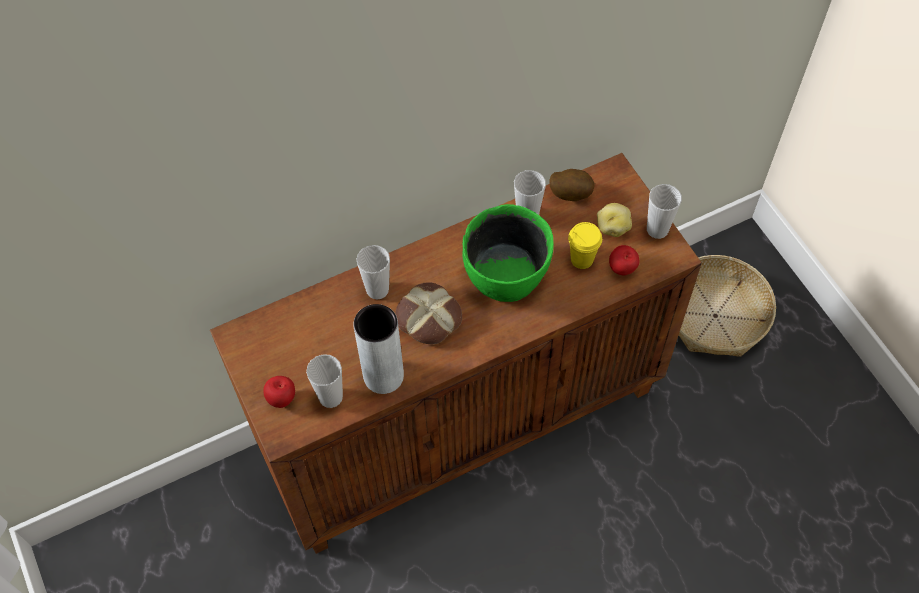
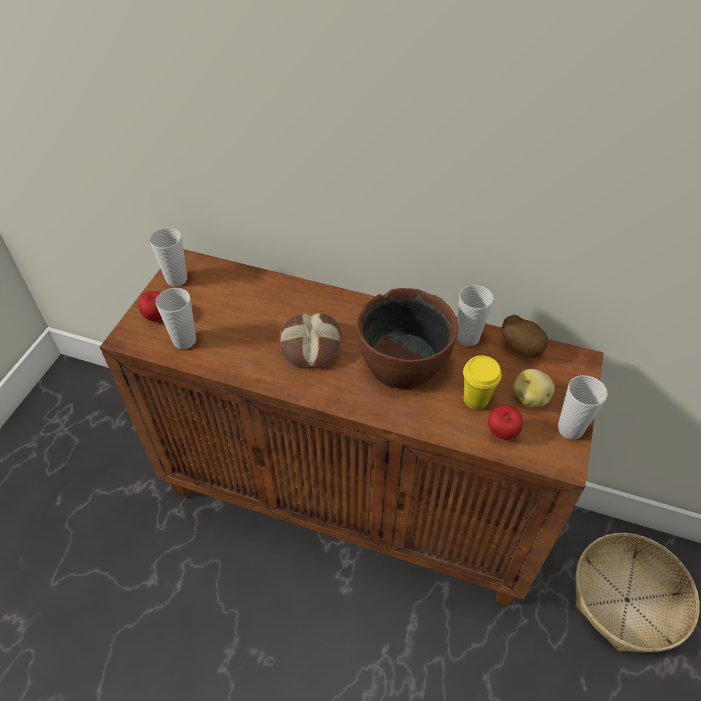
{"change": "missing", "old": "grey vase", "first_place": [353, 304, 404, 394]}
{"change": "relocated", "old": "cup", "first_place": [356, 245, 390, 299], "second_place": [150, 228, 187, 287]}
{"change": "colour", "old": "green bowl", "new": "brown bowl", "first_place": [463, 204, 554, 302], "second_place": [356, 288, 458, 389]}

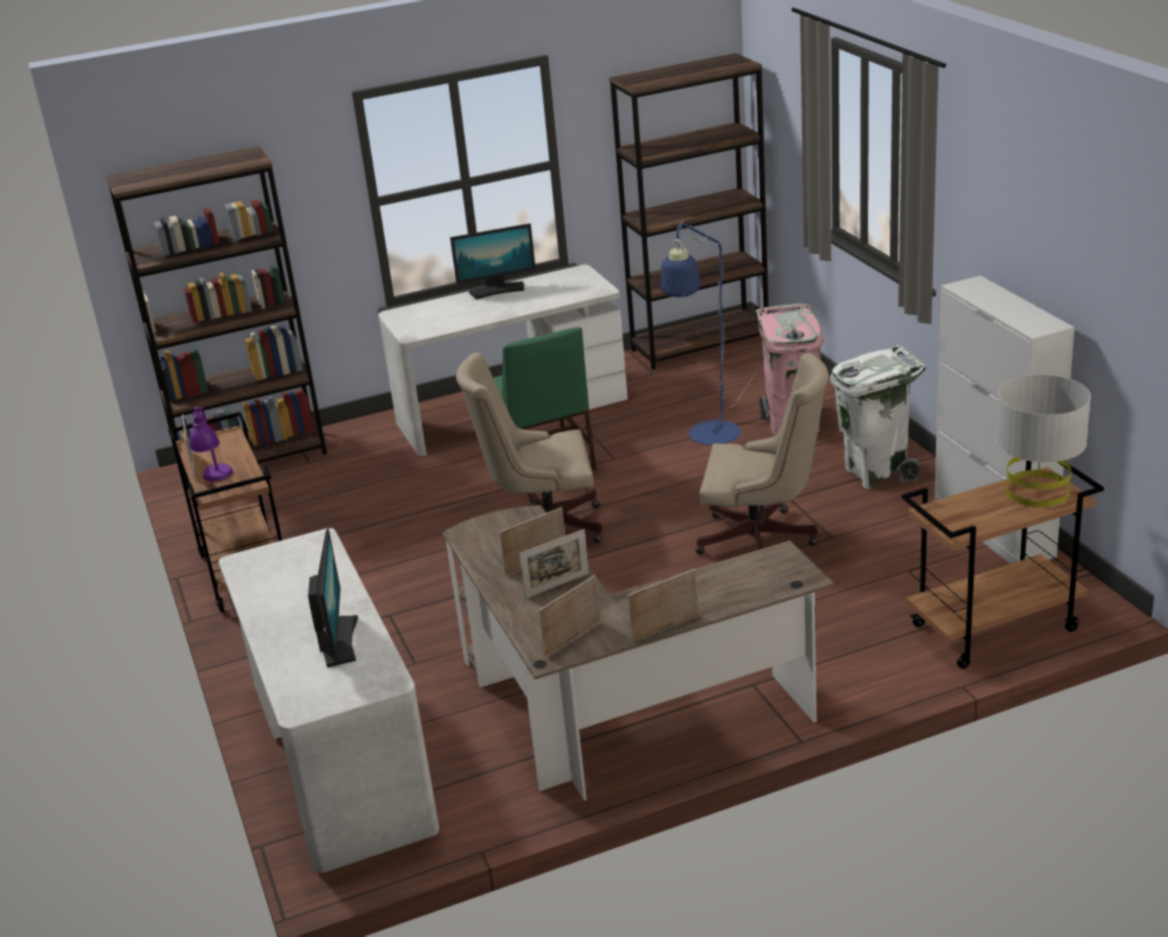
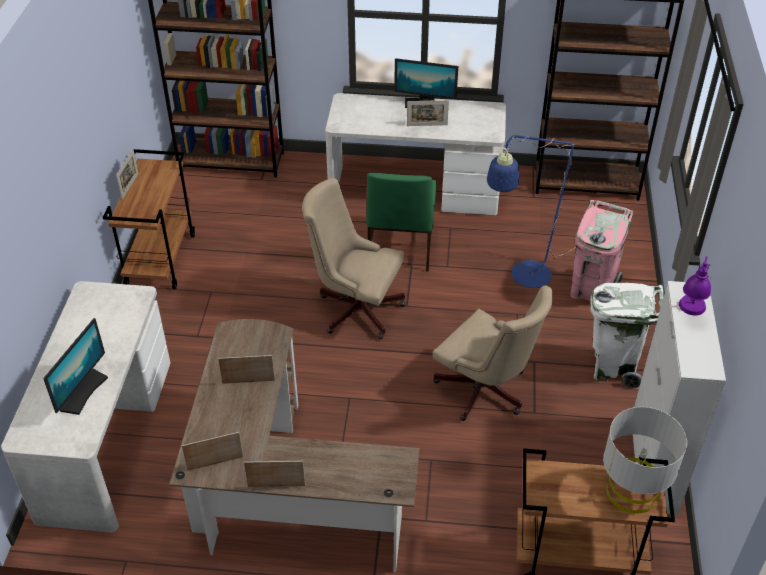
{"change": "relocated", "old": "purple table lamp", "first_place": [189, 407, 233, 482], "second_place": [679, 256, 711, 315]}
{"change": "relocated", "old": "picture frame", "first_place": [519, 529, 589, 599], "second_place": [407, 100, 449, 126]}

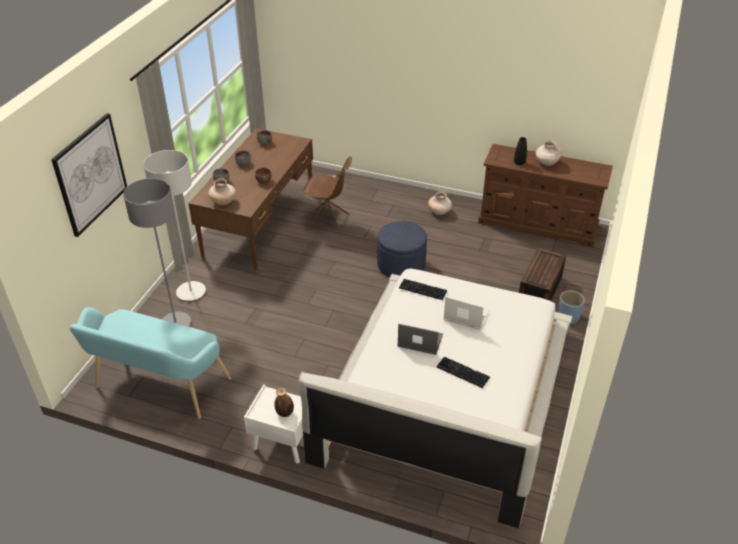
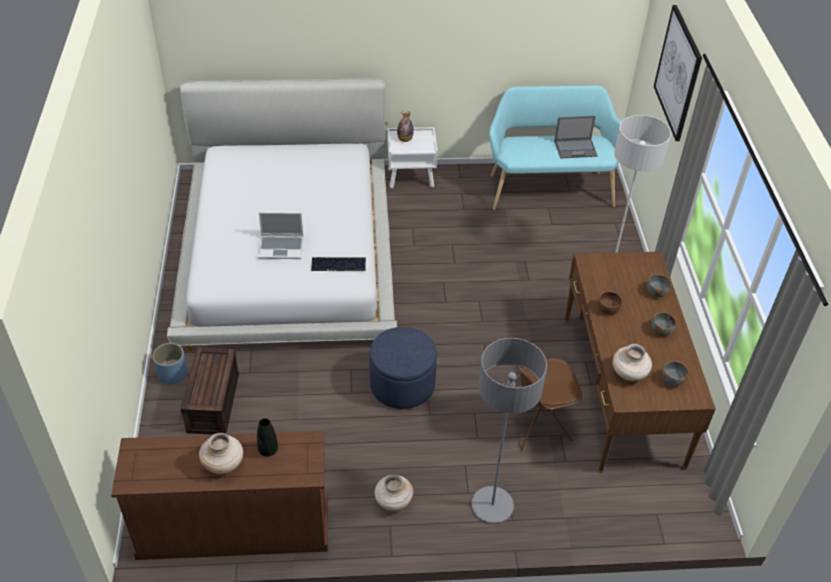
{"change": "missing", "old": "keyboard", "first_place": [437, 357, 490, 388]}
{"change": "relocated", "old": "grey floor lamp", "first_place": [123, 178, 191, 327], "second_place": [472, 338, 547, 523]}
{"change": "relocated", "old": "beige vase", "first_place": [208, 178, 236, 205], "second_place": [612, 344, 652, 381]}
{"change": "relocated", "old": "laptop", "first_place": [398, 324, 443, 355], "second_place": [554, 116, 598, 159]}

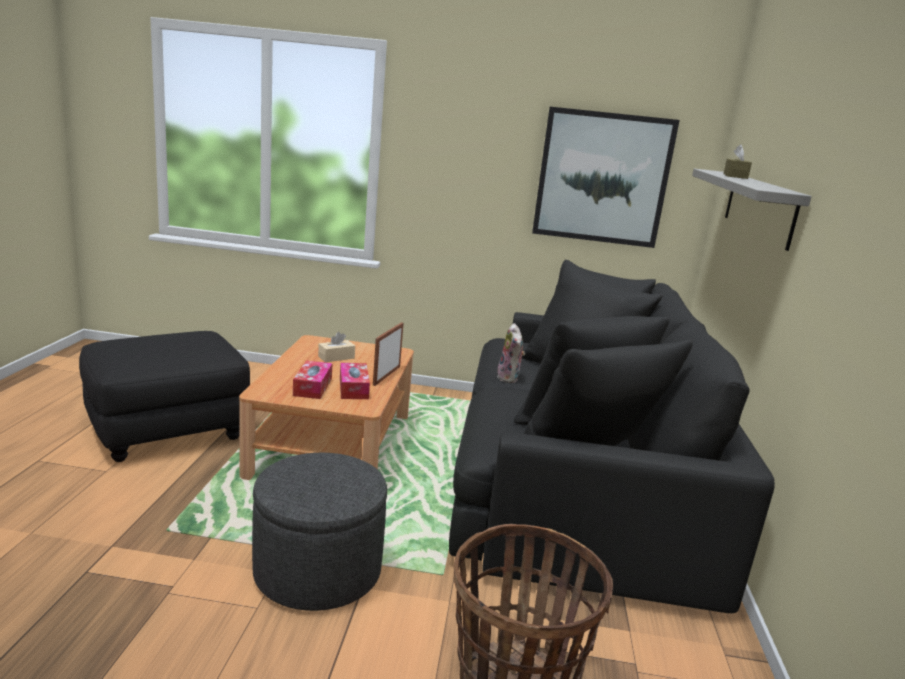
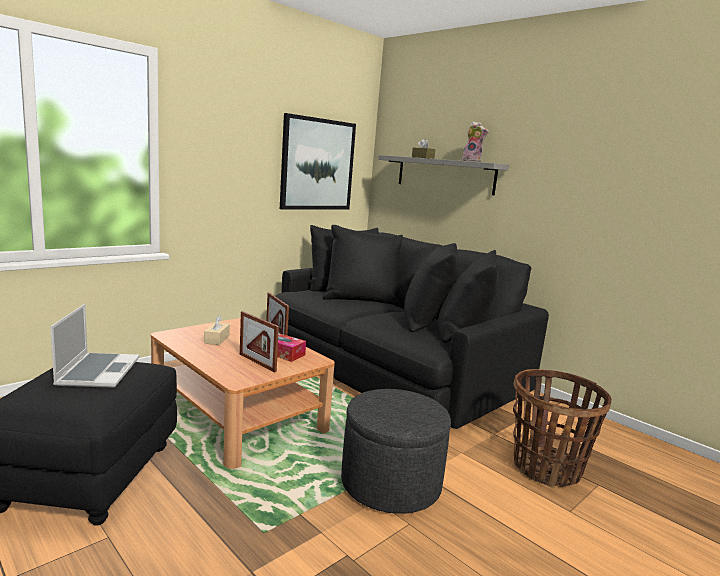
{"change": "appeared", "new": "laptop", "second_place": [50, 304, 140, 388]}
{"change": "relocated", "old": "plush toy", "first_place": [497, 323, 525, 383], "second_place": [462, 121, 489, 162]}
{"change": "exchanged", "old": "tissue box", "new": "picture frame", "first_place": [293, 360, 333, 399], "second_place": [240, 311, 279, 372]}

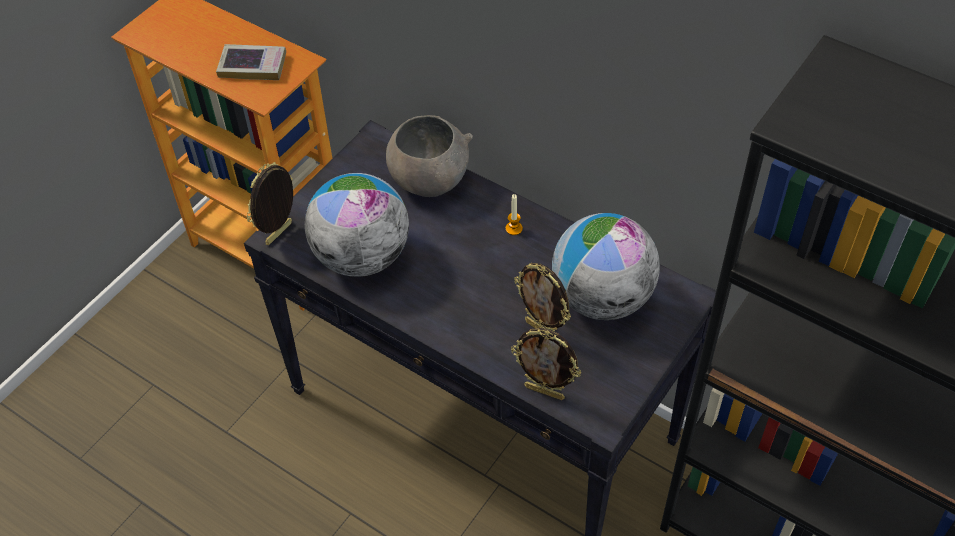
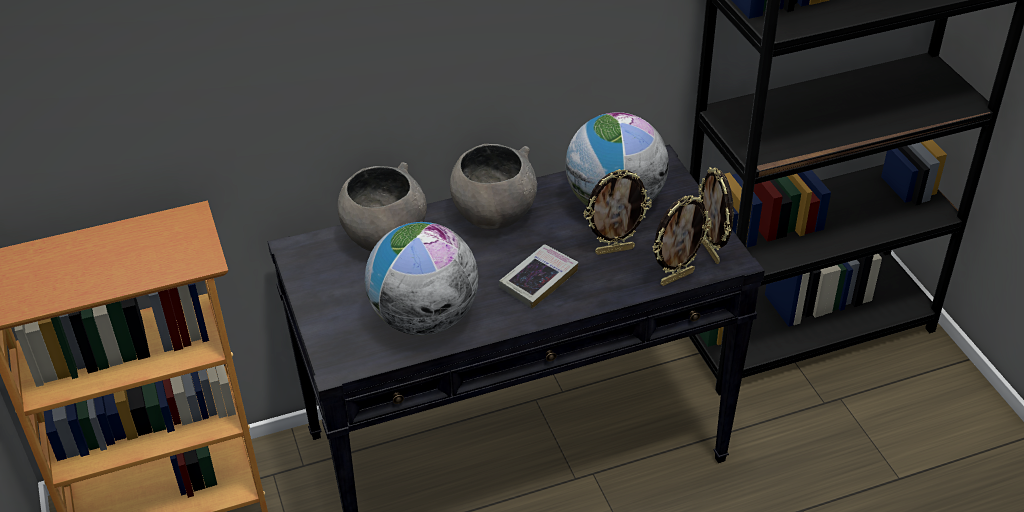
{"change": "relocated", "old": "book", "first_place": [216, 44, 286, 80], "second_place": [499, 244, 579, 309]}
{"change": "relocated", "old": "picture frame", "first_place": [247, 162, 293, 245], "second_place": [698, 167, 734, 264]}
{"change": "exchanged", "old": "candle", "new": "grey bowl", "first_place": [505, 194, 523, 235], "second_place": [450, 144, 537, 230]}

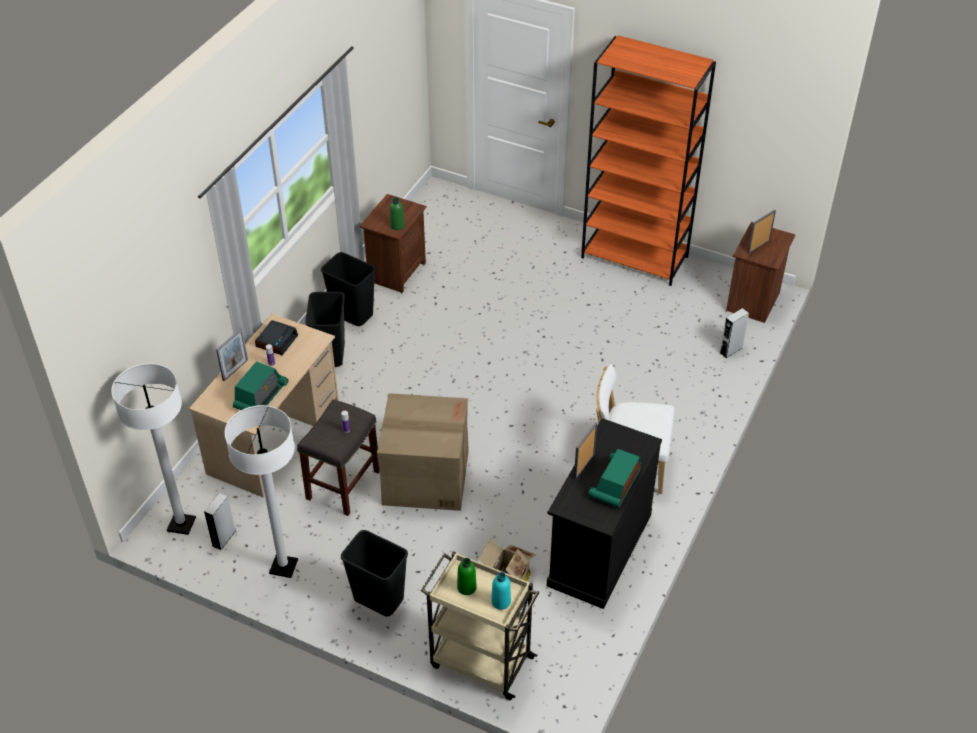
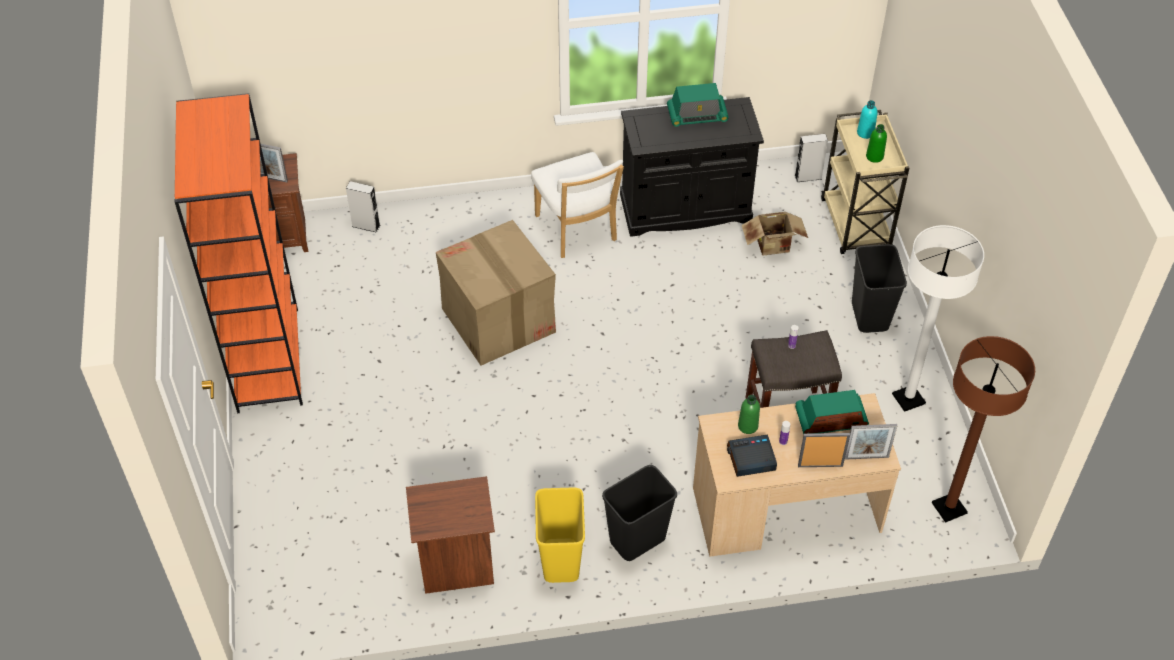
{"change": "relocated", "old": "grey speaker", "first_place": [204, 493, 236, 550], "second_place": [795, 134, 828, 182]}
{"change": "relocated", "old": "cardboard box", "first_place": [377, 393, 469, 511], "second_place": [436, 220, 556, 366]}
{"change": "relocated", "old": "green bottle", "first_place": [390, 197, 405, 230], "second_place": [738, 395, 760, 434]}
{"change": "relocated", "old": "picture frame", "first_place": [574, 422, 597, 479], "second_place": [845, 424, 897, 460]}
{"change": "colour", "old": "white floor lamp", "new": "brown floor lamp", "first_place": [111, 363, 196, 535], "second_place": [932, 336, 1035, 523]}
{"change": "colour", "old": "black trash can", "new": "yellow trash can", "first_place": [321, 252, 376, 326], "second_place": [535, 488, 585, 583]}

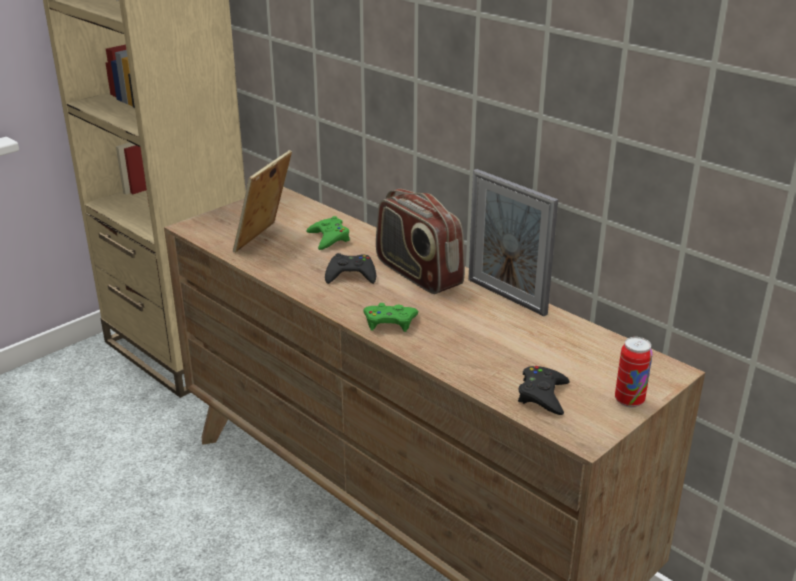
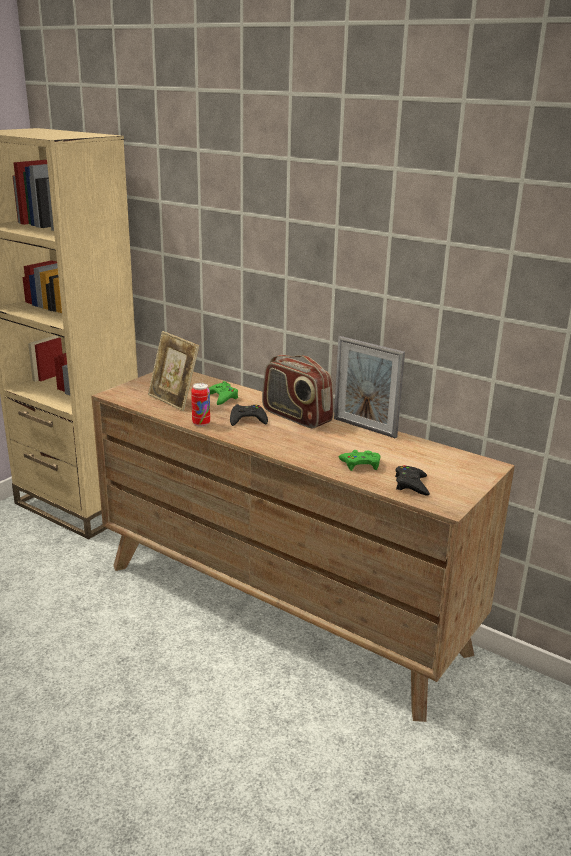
{"change": "relocated", "old": "green game controller", "first_place": [363, 303, 418, 332], "second_place": [338, 450, 381, 471]}
{"change": "relocated", "old": "can", "first_place": [615, 337, 653, 408], "second_place": [191, 383, 210, 427]}
{"change": "spun", "old": "picture frame", "first_place": [233, 150, 292, 253], "second_place": [148, 331, 199, 411], "degrees": -60}

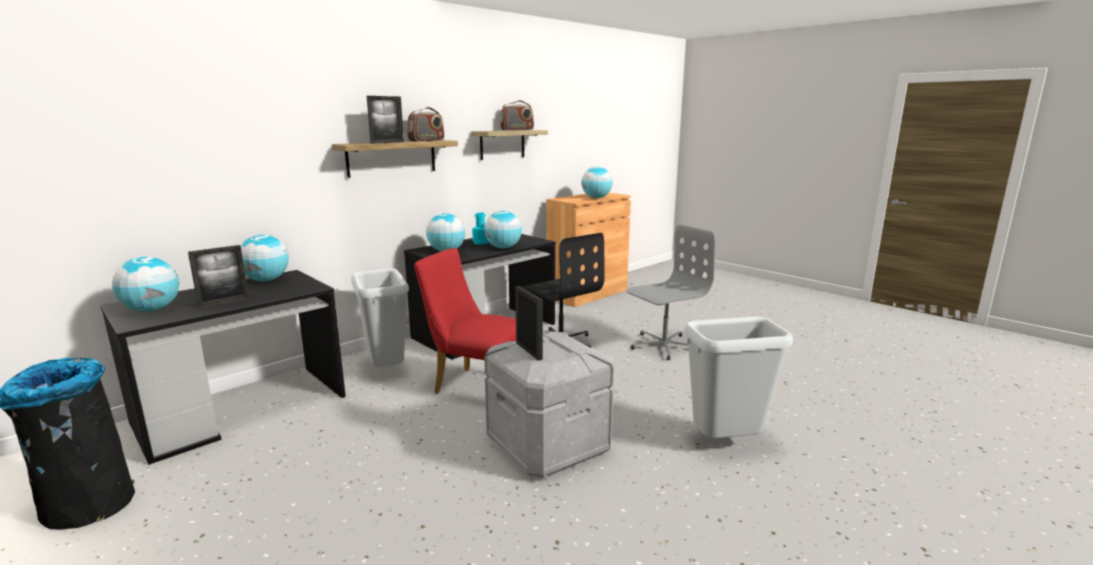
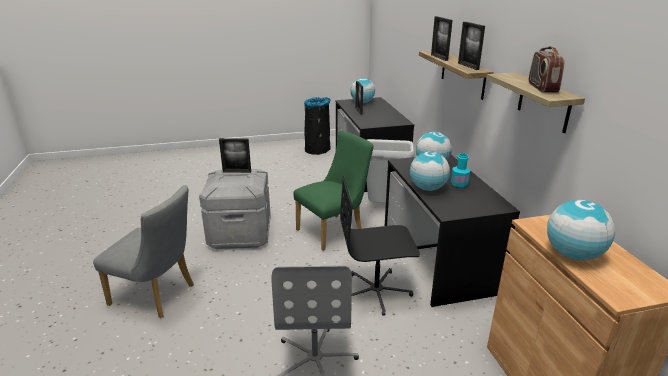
{"change": "missing", "old": "globe", "first_place": [241, 235, 289, 281]}
{"change": "exchanged", "old": "radio", "new": "picture frame", "first_place": [407, 107, 444, 142], "second_place": [458, 22, 485, 70]}
{"change": "exchanged", "old": "grey trash can", "new": "grey chair", "first_place": [684, 317, 793, 438], "second_place": [93, 185, 194, 318]}
{"change": "colour", "old": "red chair", "new": "green chair", "first_place": [414, 248, 516, 393], "second_place": [293, 131, 374, 251]}

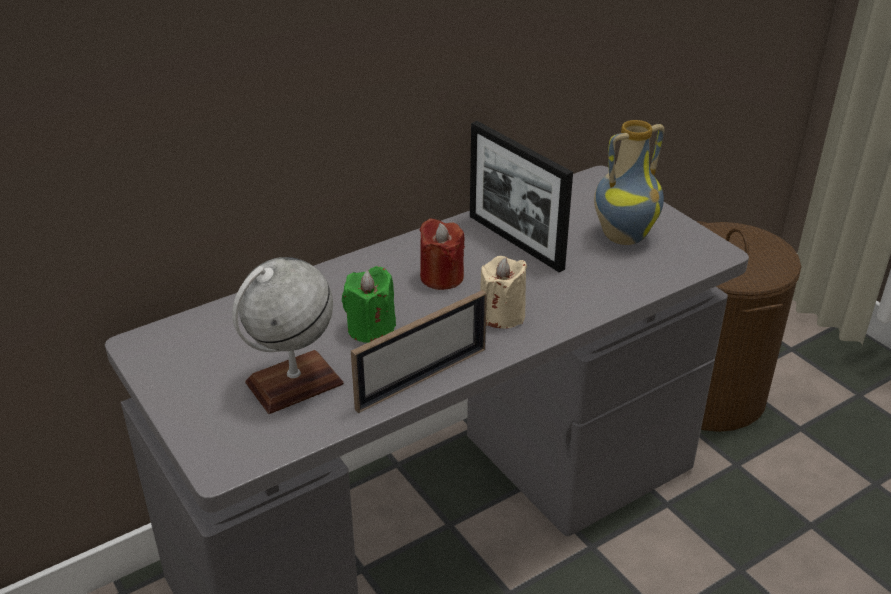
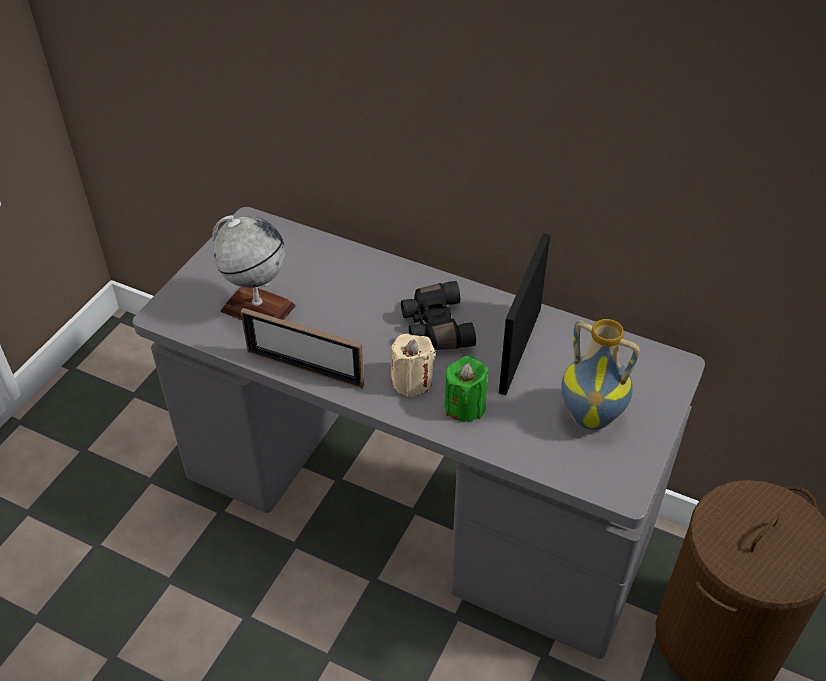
{"change": "relocated", "old": "green candle", "first_place": [342, 266, 396, 343], "second_place": [444, 356, 489, 422]}
{"change": "exchanged", "old": "red candle", "new": "black binoculars", "first_place": [420, 218, 465, 290], "second_place": [401, 281, 476, 350]}

